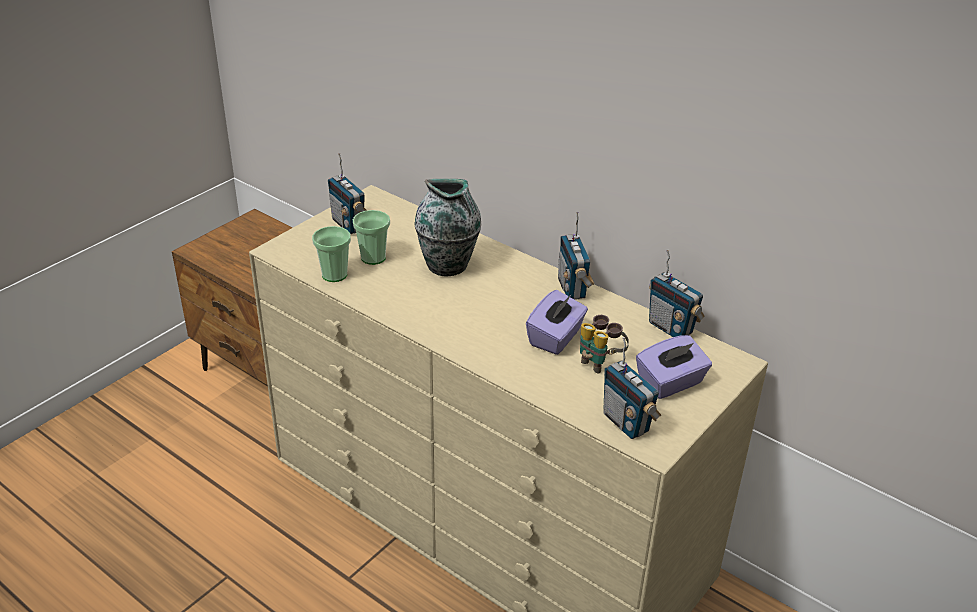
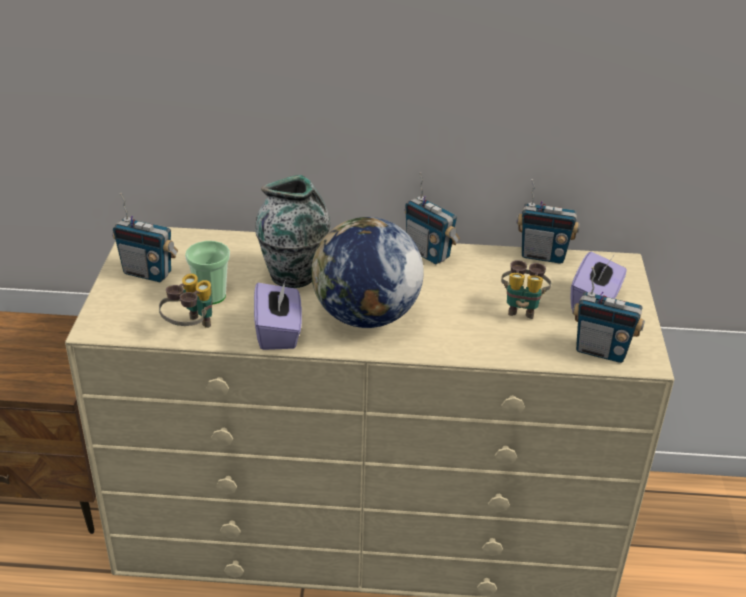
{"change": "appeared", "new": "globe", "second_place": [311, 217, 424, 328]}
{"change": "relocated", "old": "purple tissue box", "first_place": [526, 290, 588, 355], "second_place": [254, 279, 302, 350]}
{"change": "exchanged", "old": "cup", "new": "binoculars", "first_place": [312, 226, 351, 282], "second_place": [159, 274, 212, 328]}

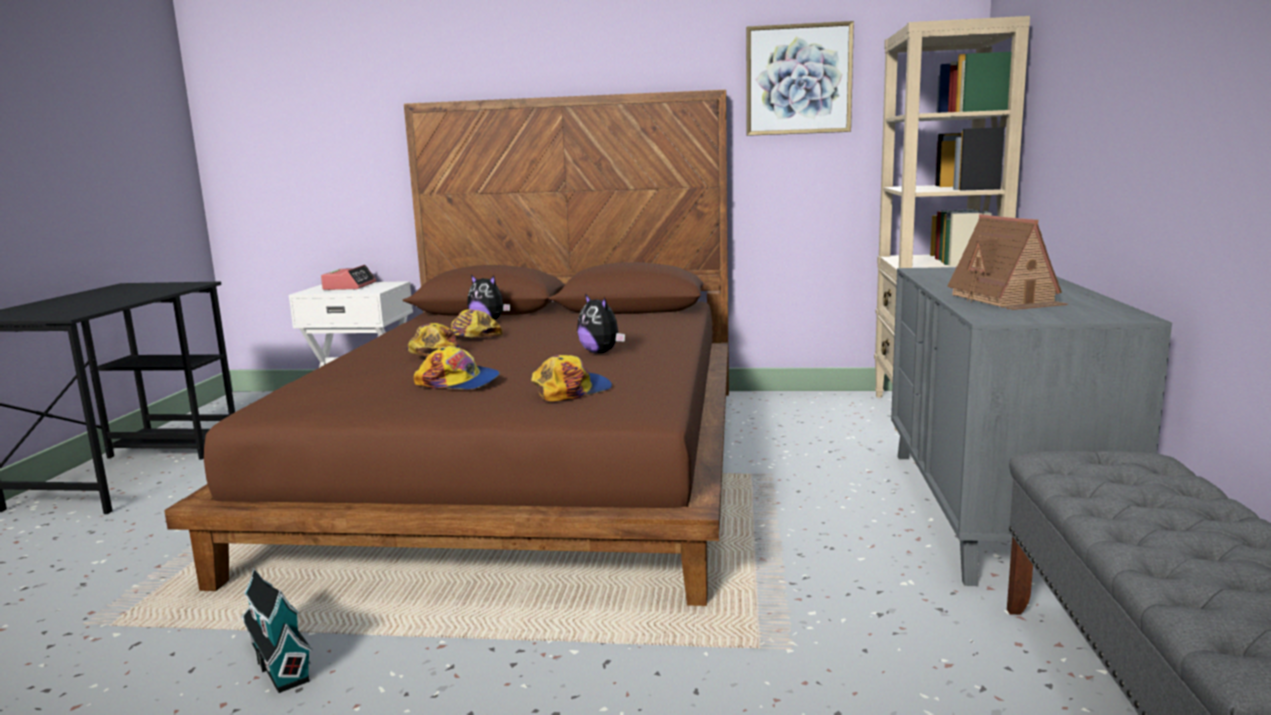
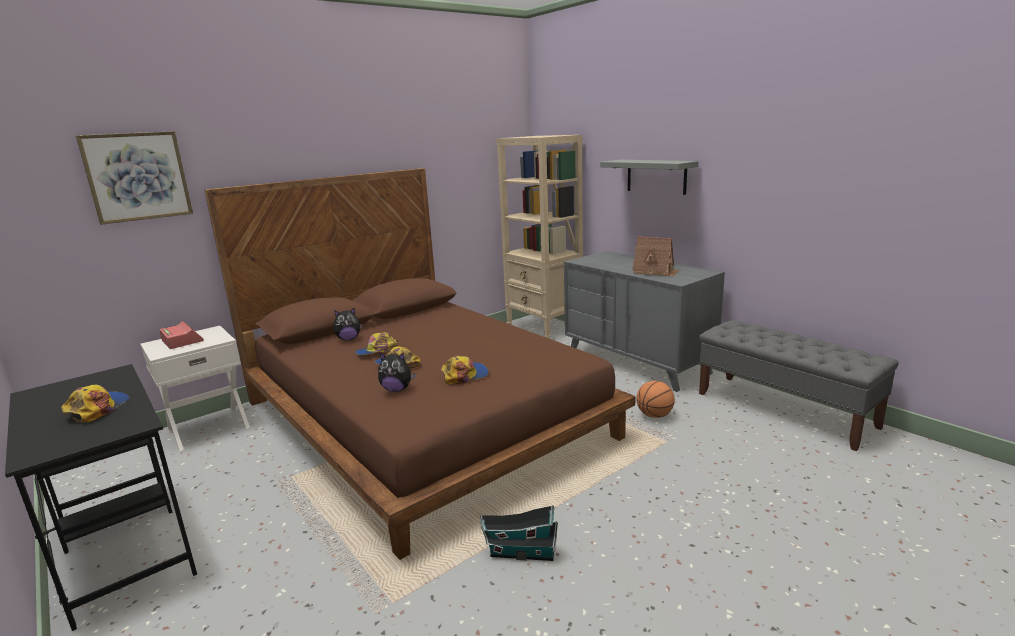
{"change": "appeared", "new": "grey shelf", "second_place": [600, 160, 699, 195]}
{"change": "appeared", "new": "basketball", "second_place": [636, 381, 675, 418]}
{"change": "relocated", "old": "cap", "first_place": [531, 355, 612, 401], "second_place": [61, 385, 130, 423]}
{"change": "relocated", "old": "plush toy", "first_place": [577, 294, 625, 354], "second_place": [378, 352, 416, 392]}
{"change": "relocated", "old": "picture", "first_place": [746, 21, 854, 136], "second_place": [76, 131, 193, 225]}

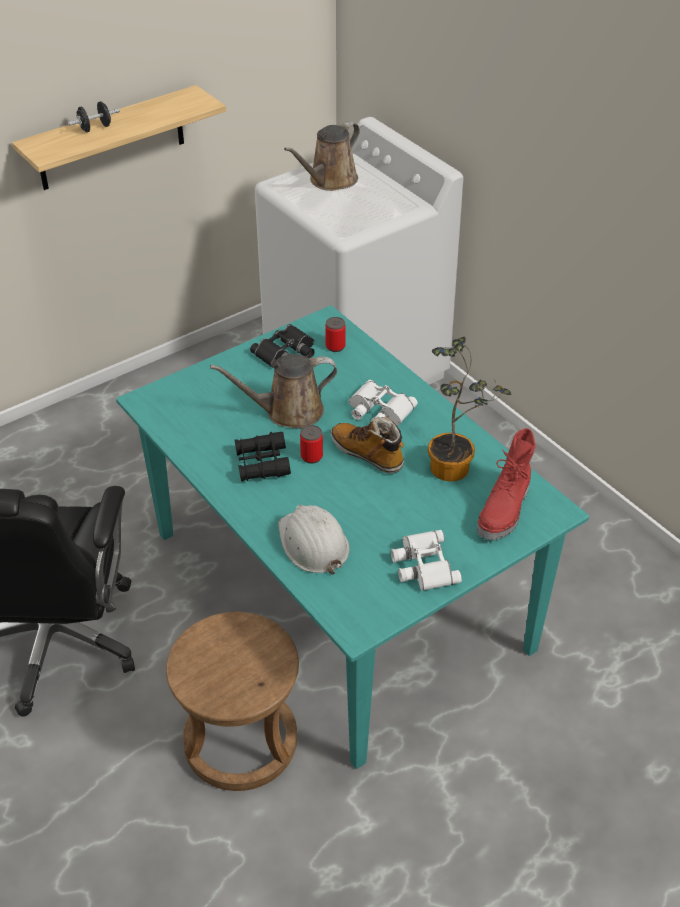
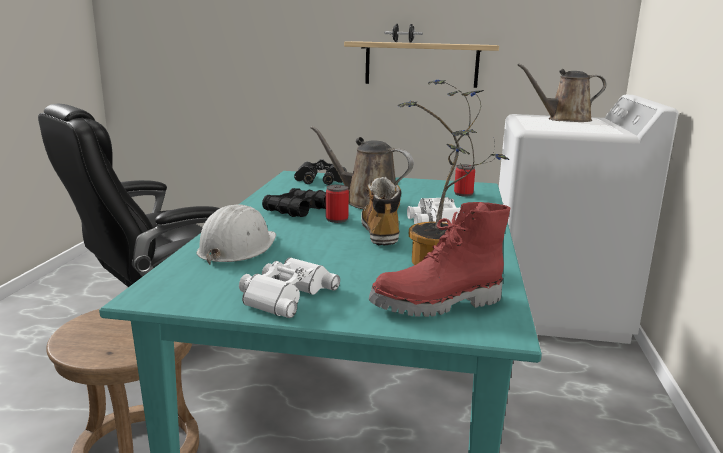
{"change": "relocated", "old": "black binoculars", "first_place": [250, 324, 315, 368], "second_place": [294, 159, 347, 185]}

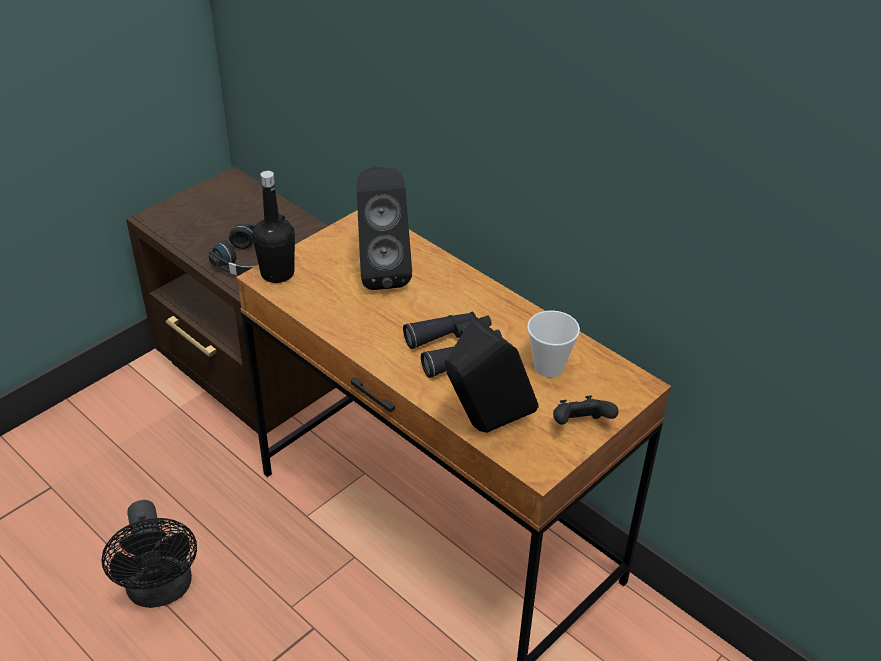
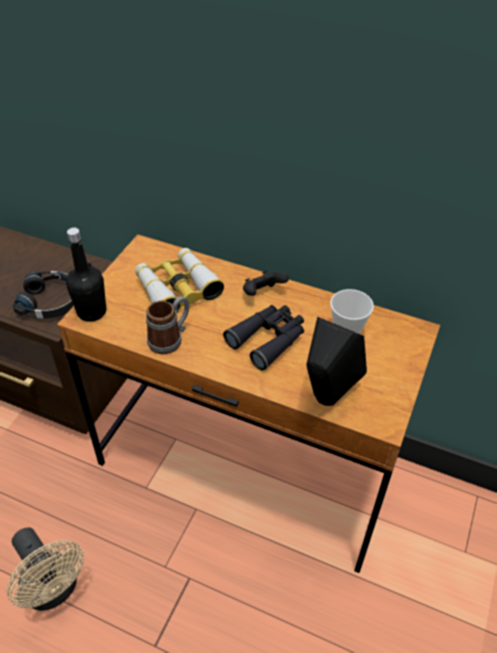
{"change": "appeared", "new": "mug", "second_place": [146, 296, 190, 354]}
{"change": "relocated", "old": "black game controller", "first_place": [553, 395, 619, 425], "second_place": [243, 271, 289, 296]}
{"change": "exchanged", "old": "black speaker", "new": "binoculars", "first_place": [357, 167, 412, 290], "second_place": [135, 248, 224, 310]}
{"change": "colour", "old": "black fan", "new": "beige fan", "first_place": [101, 500, 197, 608], "second_place": [7, 527, 84, 611]}

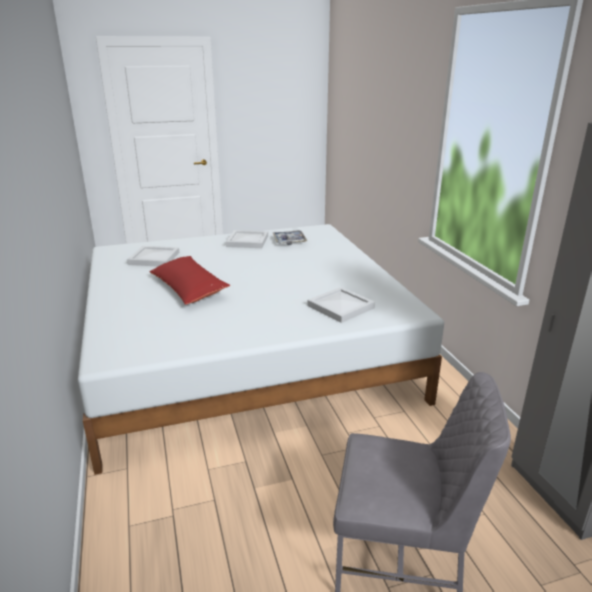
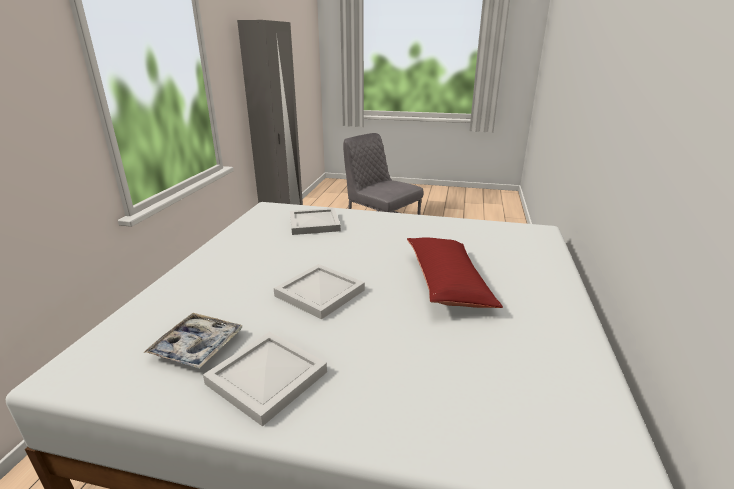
{"change": "relocated", "old": "white tray", "first_place": [127, 246, 179, 267], "second_place": [274, 264, 365, 320]}

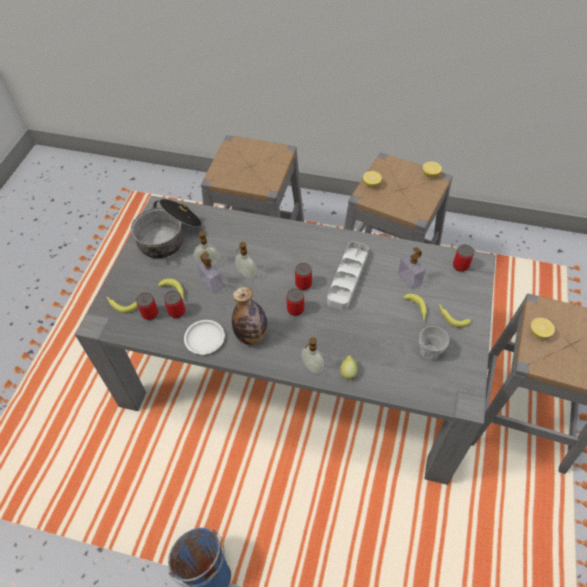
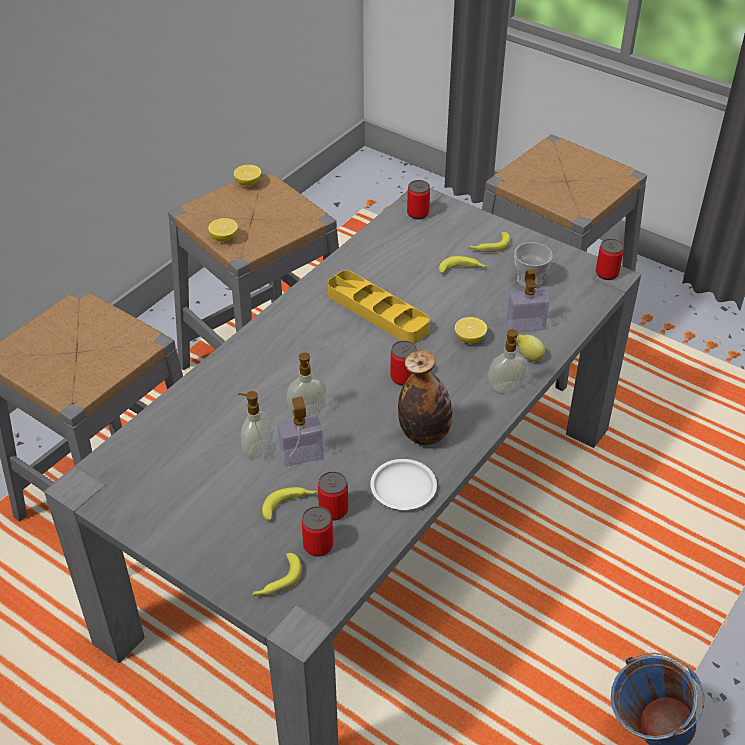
{"change": "missing", "old": "cooking pot", "first_place": [131, 199, 202, 258]}
{"change": "relocated", "old": "can", "first_place": [295, 263, 312, 290], "second_place": [596, 239, 624, 280]}
{"change": "relocated", "old": "soap dispenser", "first_place": [398, 247, 426, 290], "second_place": [506, 270, 549, 332]}
{"change": "relocated", "old": "lemon", "first_place": [531, 318, 555, 339], "second_place": [455, 317, 487, 344]}
{"change": "colour", "old": "grey tray", "new": "yellow tray", "first_place": [327, 242, 369, 310], "second_place": [328, 270, 430, 344]}

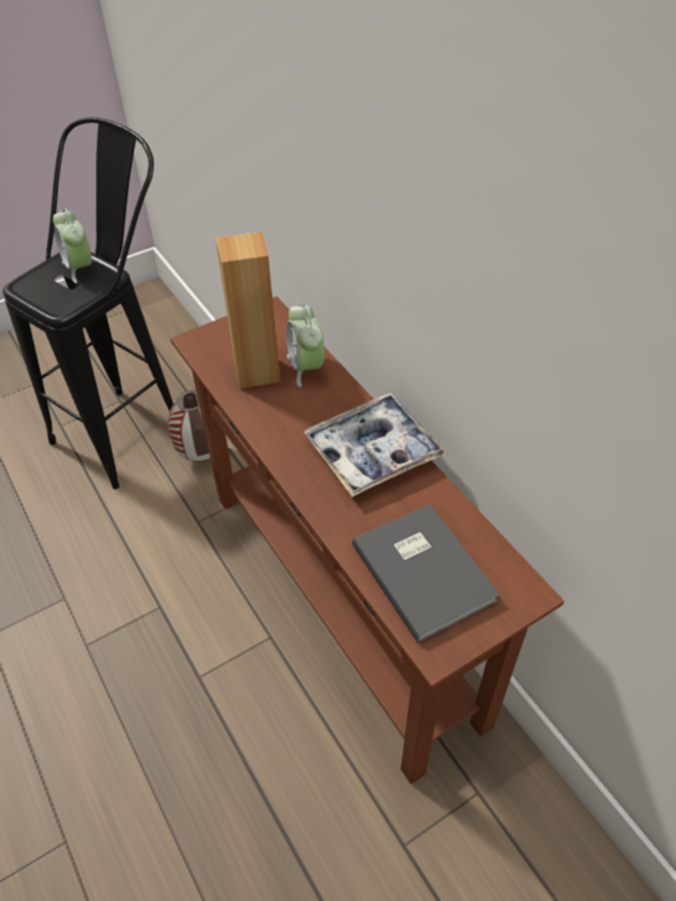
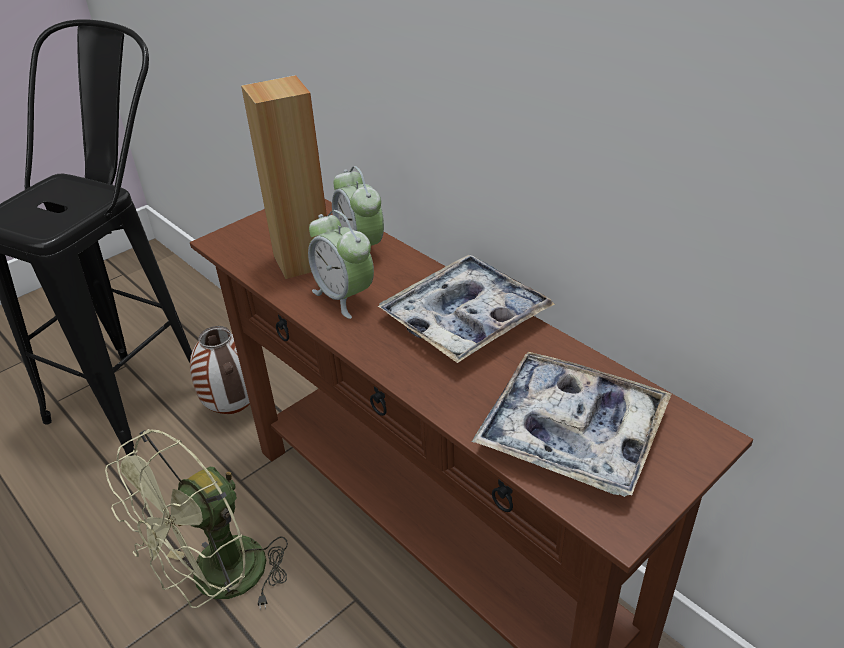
{"change": "appeared", "new": "green fan", "second_place": [105, 429, 288, 610]}
{"change": "relocated", "old": "alarm clock", "first_place": [53, 208, 92, 283], "second_place": [308, 210, 374, 319]}
{"change": "exchanged", "old": "grey book", "new": "tray", "first_place": [352, 504, 500, 643], "second_place": [472, 352, 671, 497]}

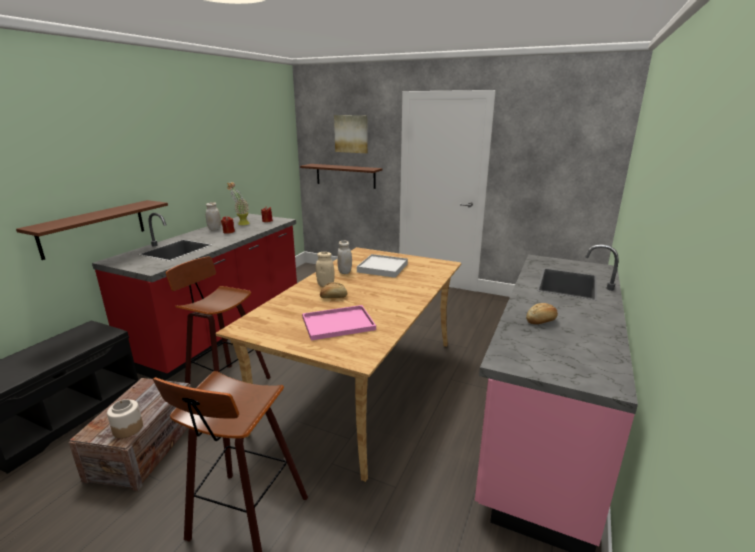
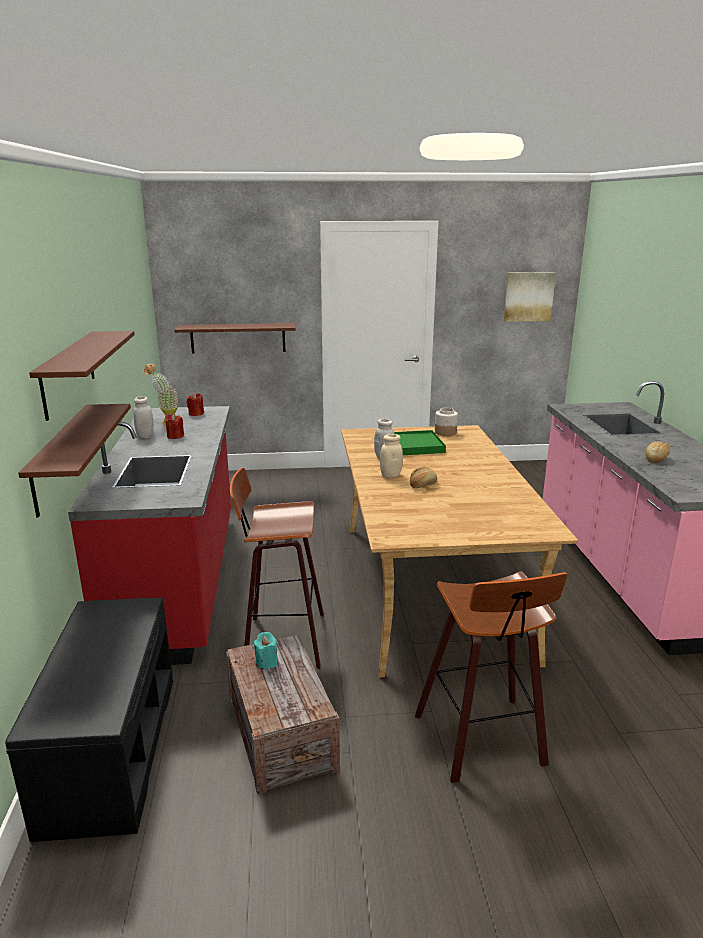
{"change": "missing", "old": "pink tray", "first_place": [302, 305, 376, 340]}
{"change": "appeared", "new": "brown shelf", "second_place": [29, 331, 135, 421]}
{"change": "appeared", "new": "turquoise candle", "second_place": [253, 632, 278, 670]}
{"change": "relocated", "old": "jar", "first_place": [107, 399, 143, 438], "second_place": [435, 408, 458, 436]}
{"change": "relocated", "old": "picture", "first_place": [334, 115, 368, 153], "second_place": [504, 272, 556, 322]}
{"change": "colour", "old": "white tray", "new": "green tray", "first_place": [357, 254, 408, 278], "second_place": [394, 430, 446, 455]}

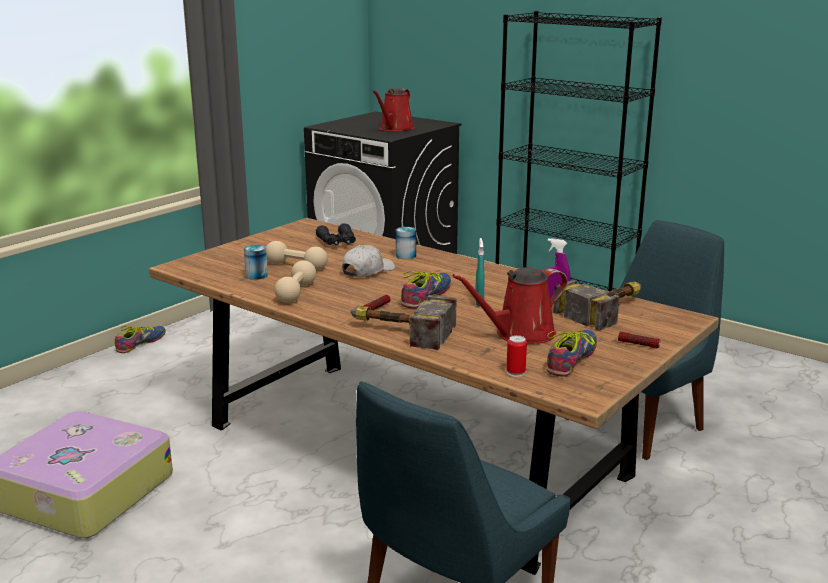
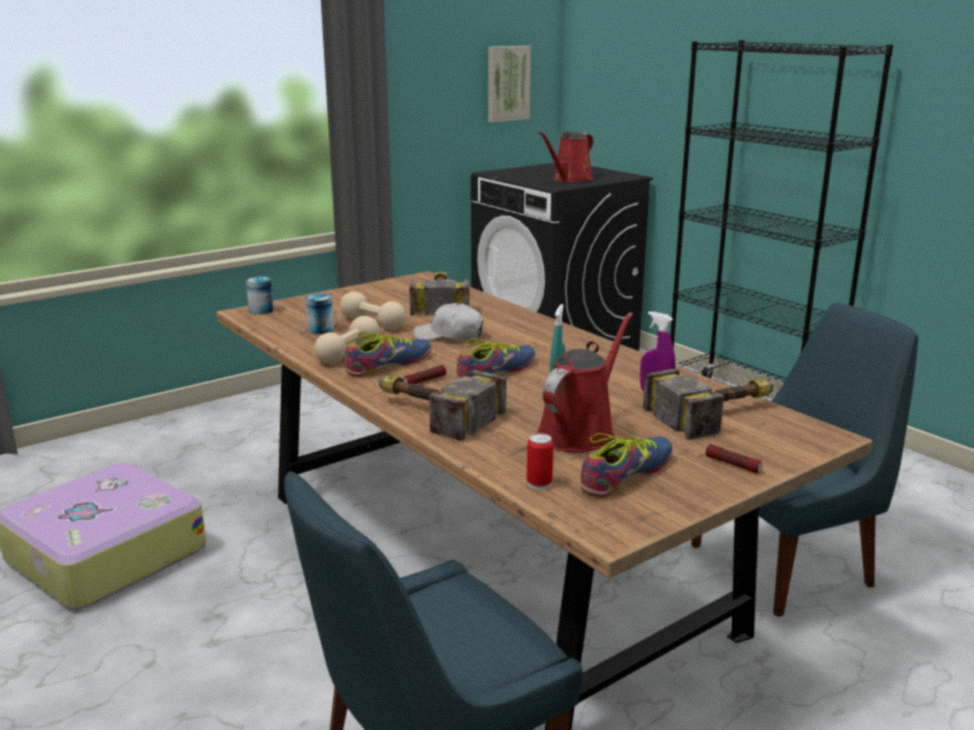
{"change": "appeared", "new": "picture", "second_place": [488, 46, 531, 122]}
{"change": "relocated", "old": "shoe", "first_place": [115, 325, 166, 353], "second_place": [345, 331, 432, 377]}
{"change": "relocated", "old": "can", "first_place": [396, 227, 416, 259], "second_place": [246, 276, 274, 315]}
{"change": "exchanged", "old": "black binoculars", "new": "hammer", "first_place": [315, 223, 356, 246], "second_place": [409, 271, 470, 316]}
{"change": "spun", "old": "white cap", "first_place": [342, 245, 395, 277], "second_place": [414, 303, 483, 340], "degrees": -135}
{"change": "spun", "old": "red watering can", "first_place": [453, 267, 568, 344], "second_place": [536, 312, 633, 453], "degrees": 135}

